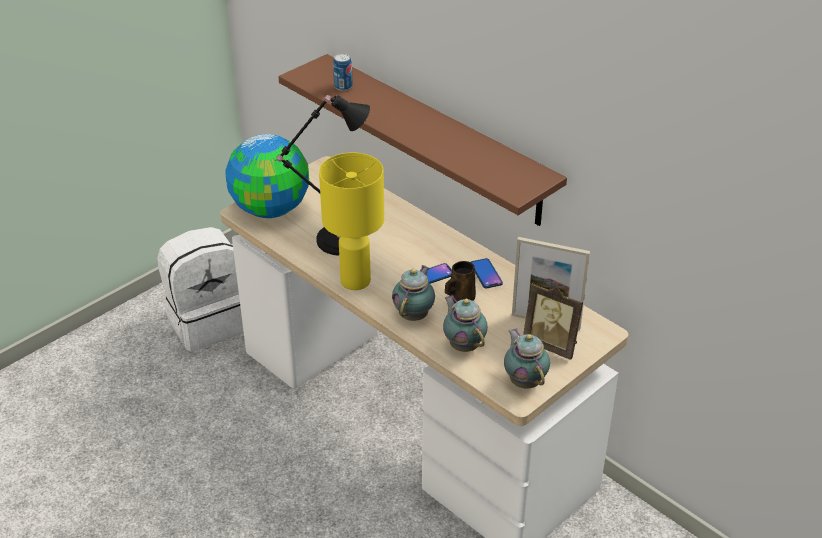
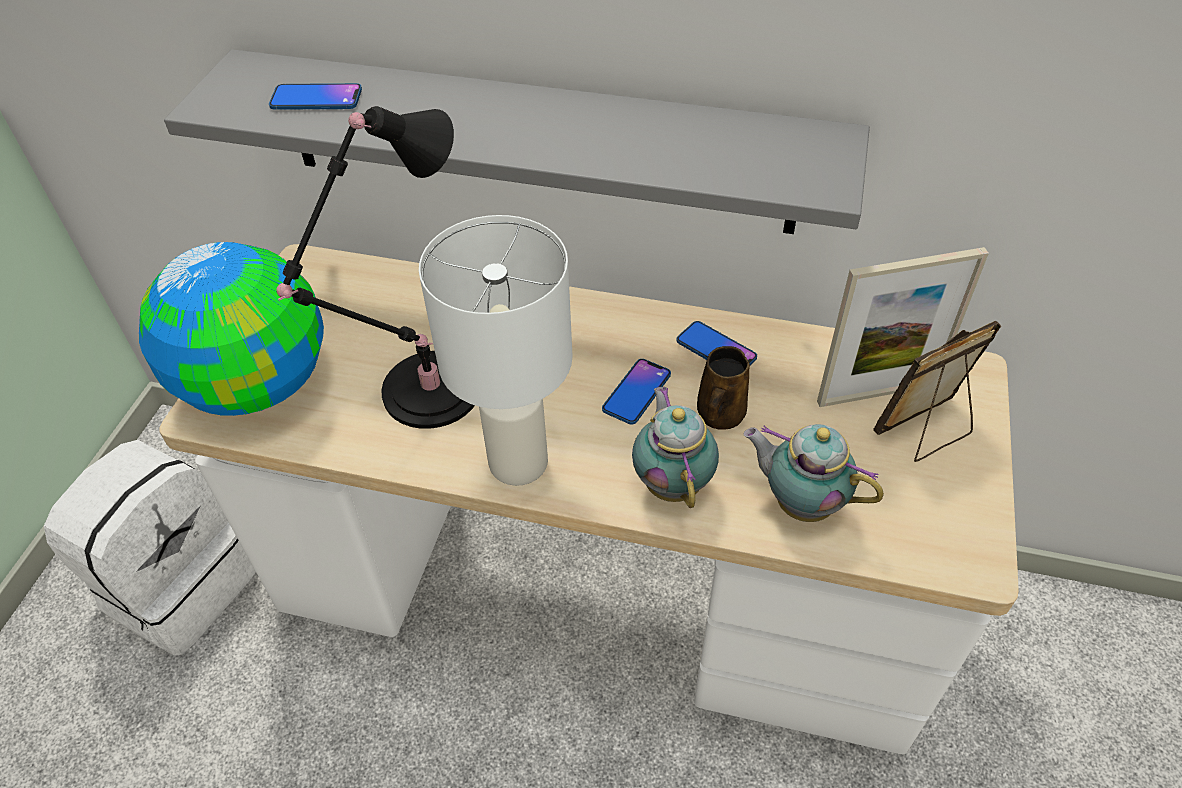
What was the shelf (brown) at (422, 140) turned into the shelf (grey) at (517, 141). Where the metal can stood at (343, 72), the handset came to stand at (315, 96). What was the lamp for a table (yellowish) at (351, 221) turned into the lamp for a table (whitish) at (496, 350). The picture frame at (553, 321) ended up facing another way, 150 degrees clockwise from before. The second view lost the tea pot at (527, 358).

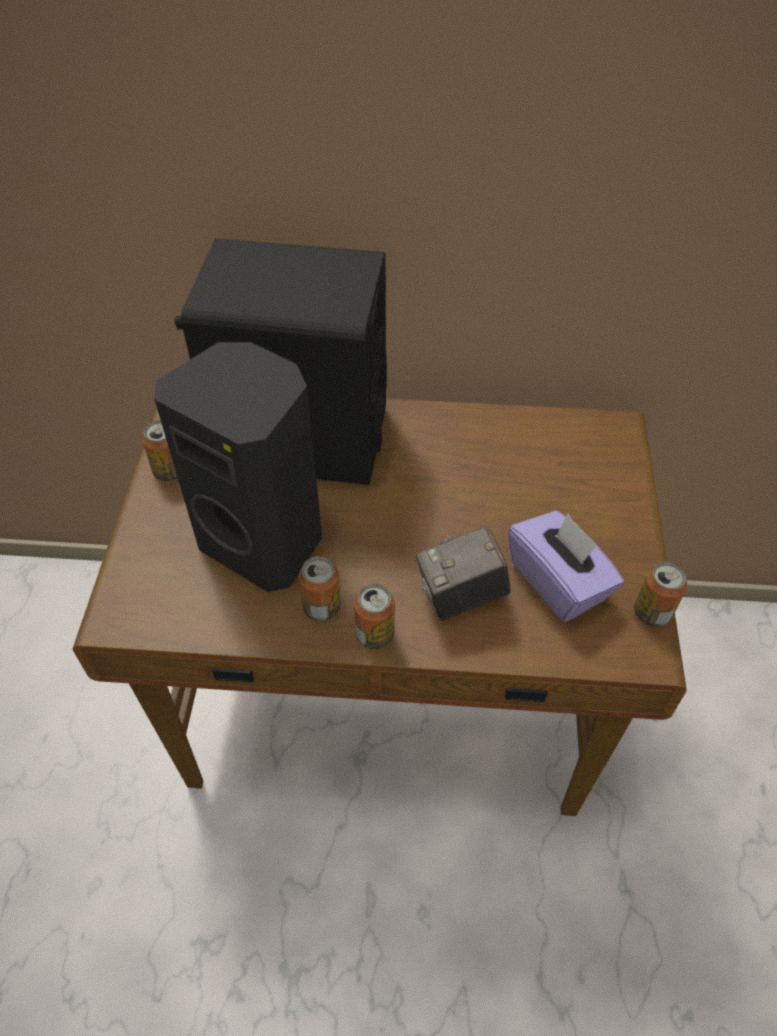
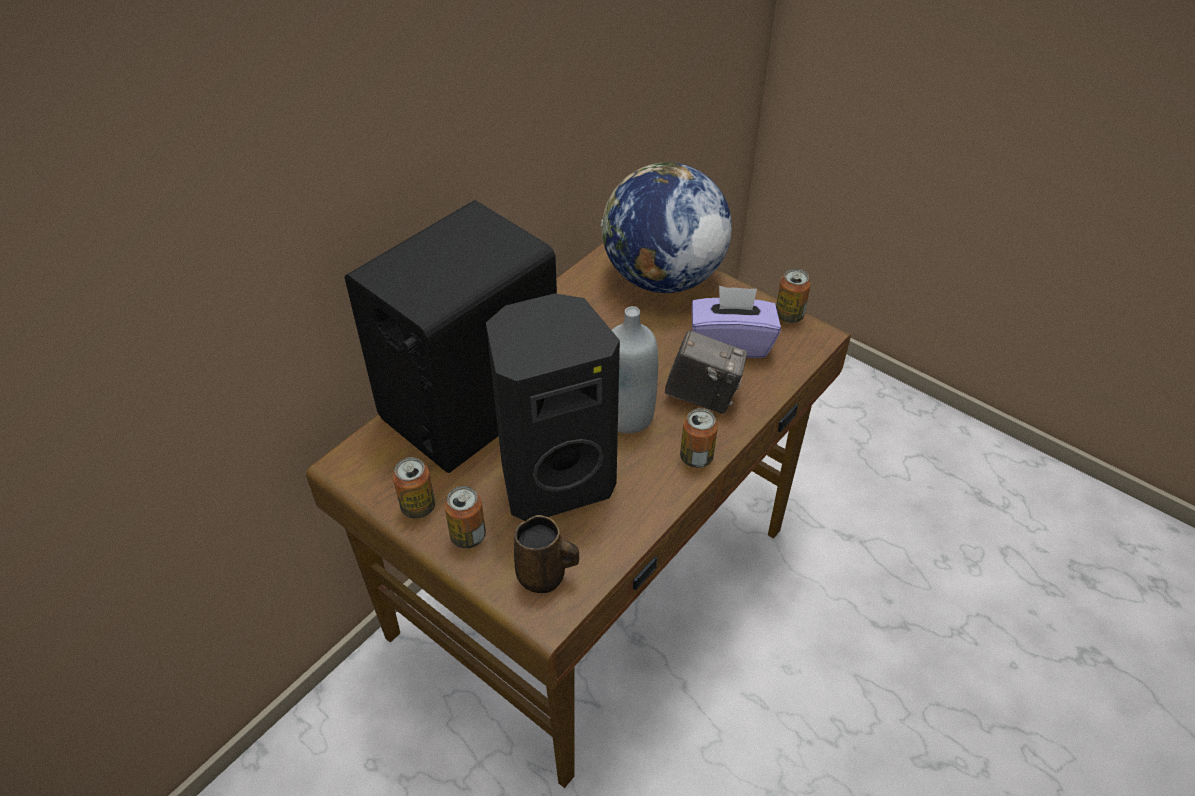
The metal can ended up elsewhere, having gone from (320, 588) to (465, 517). The second view gained the coffee mug (brown) at (546, 554). The second view gained the globe at (666, 227). The second view gained the bottle (grey) at (635, 370). The still camera at (463, 573) ended up facing another way, 90 degrees counterclockwise from before.

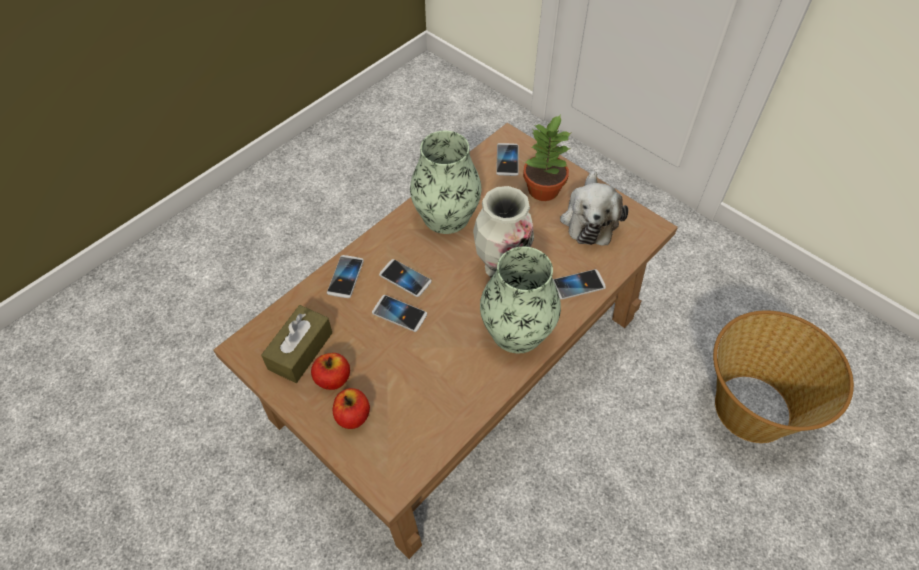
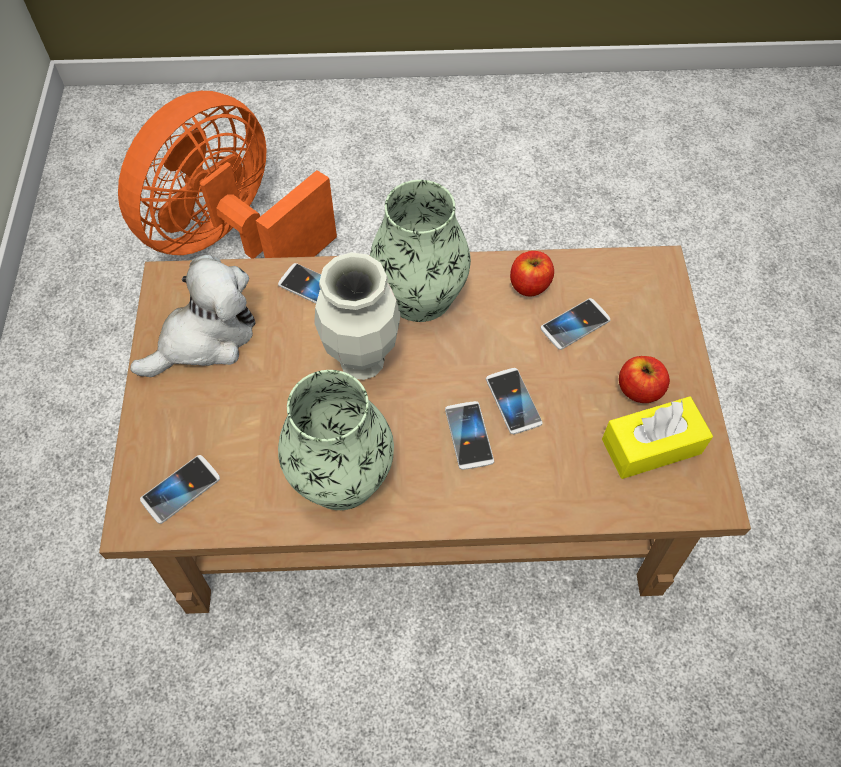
Where the basket stood at (783, 376), the cooling fan (orange-coloured) came to stand at (227, 175). The apple fruit ended up elsewhere, having gone from (351, 408) to (532, 273). The handset ended up elsewhere, having gone from (345, 276) to (575, 324). What was the tissue holder (brown) at (296, 344) turned into the tissue holder (yellowish) at (657, 437). The second view lost the houseplant at (547, 157).

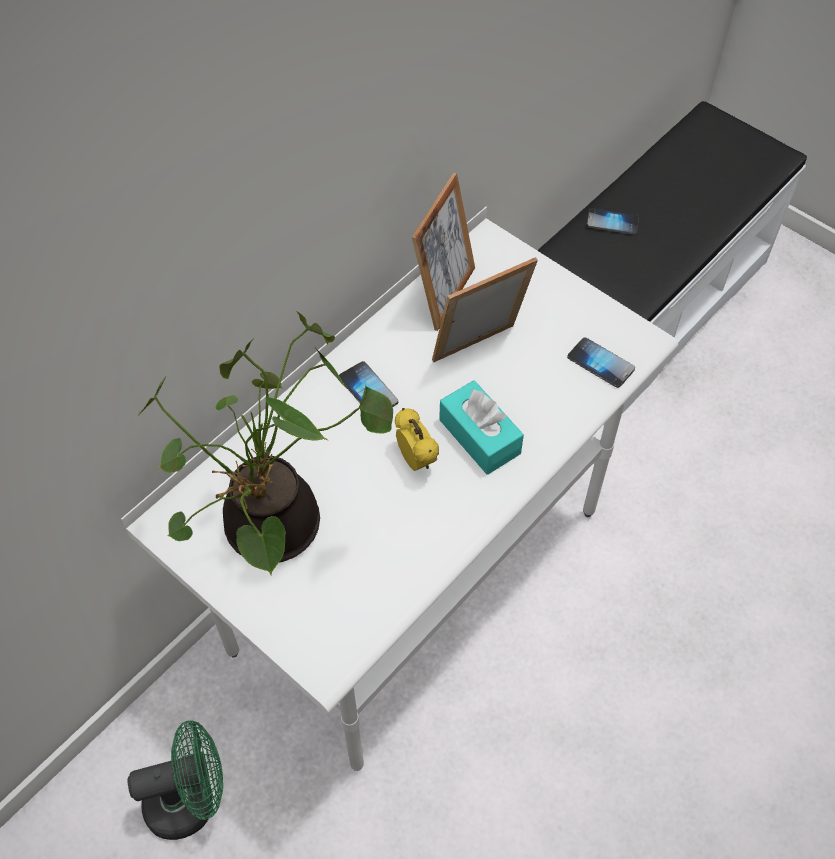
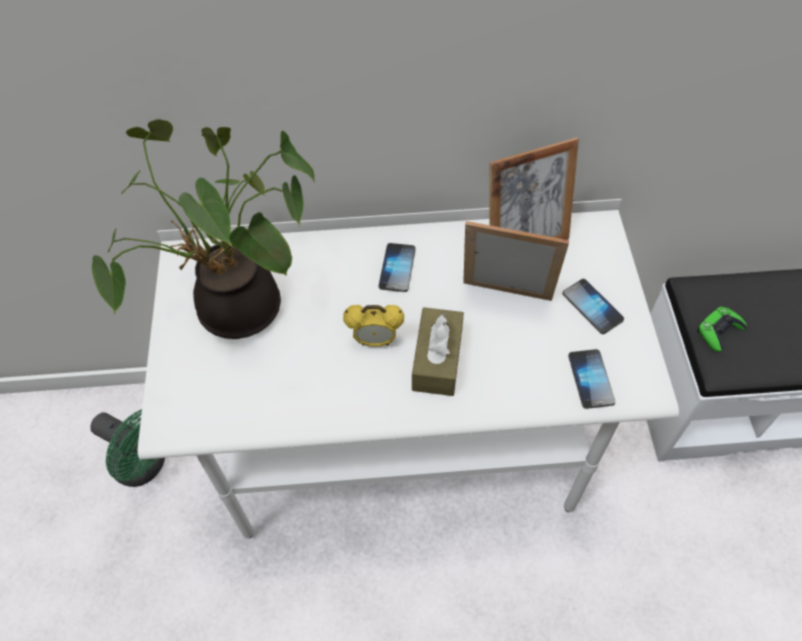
The table clock at (417, 439) ended up facing another way, 75 degrees clockwise from before. What was the tissue holder (blue-green) at (481, 427) turned into the tissue holder (brown) at (438, 351). The handset ended up elsewhere, having gone from (613, 221) to (593, 306). The second view gained the gamepad (green-coloured) at (721, 329).

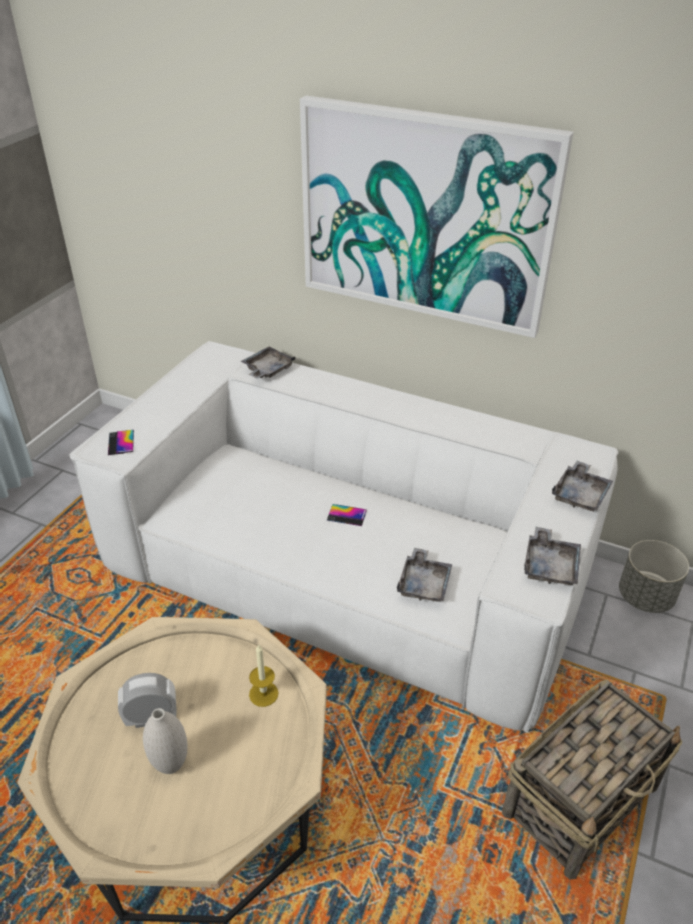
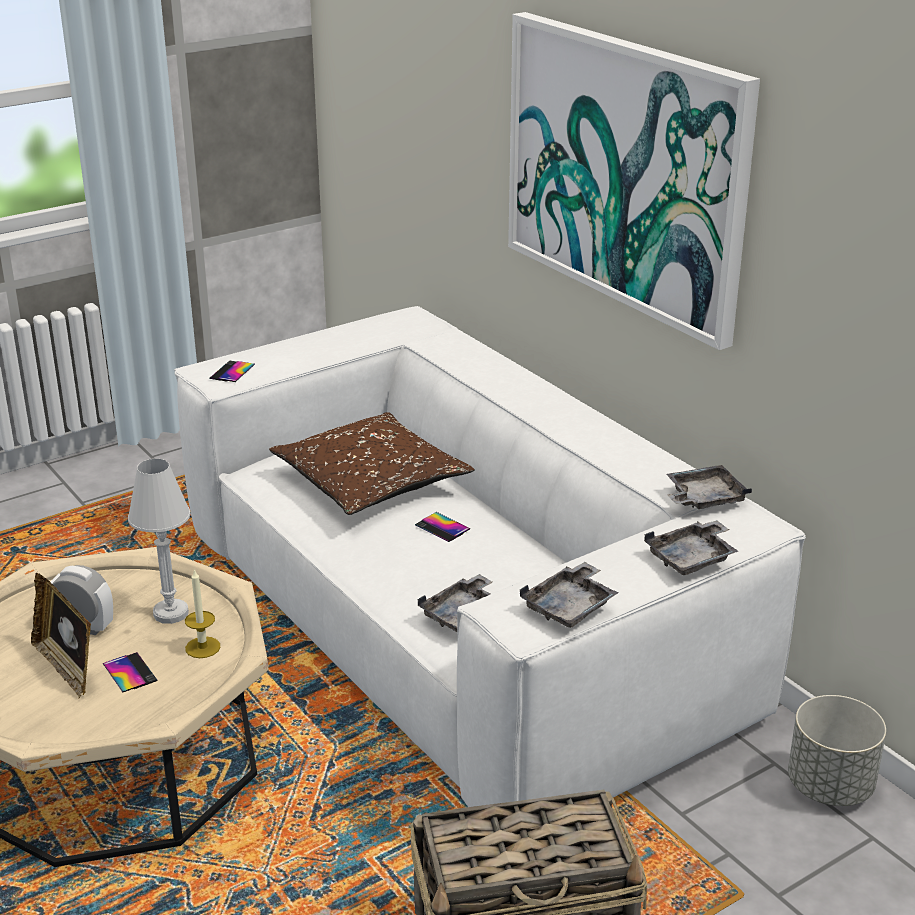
Where the flower vase (whitish) stood at (165, 741), the picture frame came to stand at (61, 635). The second view gained the handset at (130, 672). The second view gained the lamp for a table (whitish) at (159, 541). The second view gained the cushion (brown) at (372, 463). The carrying tray (grey) ended up elsewhere, having gone from (268, 363) to (709, 487).

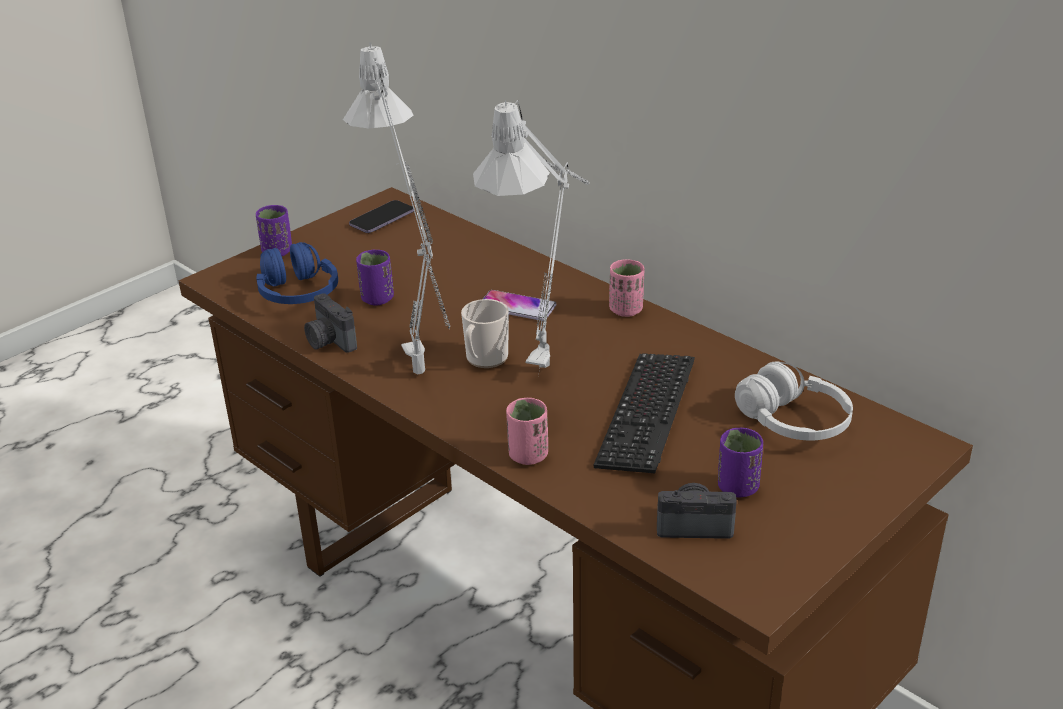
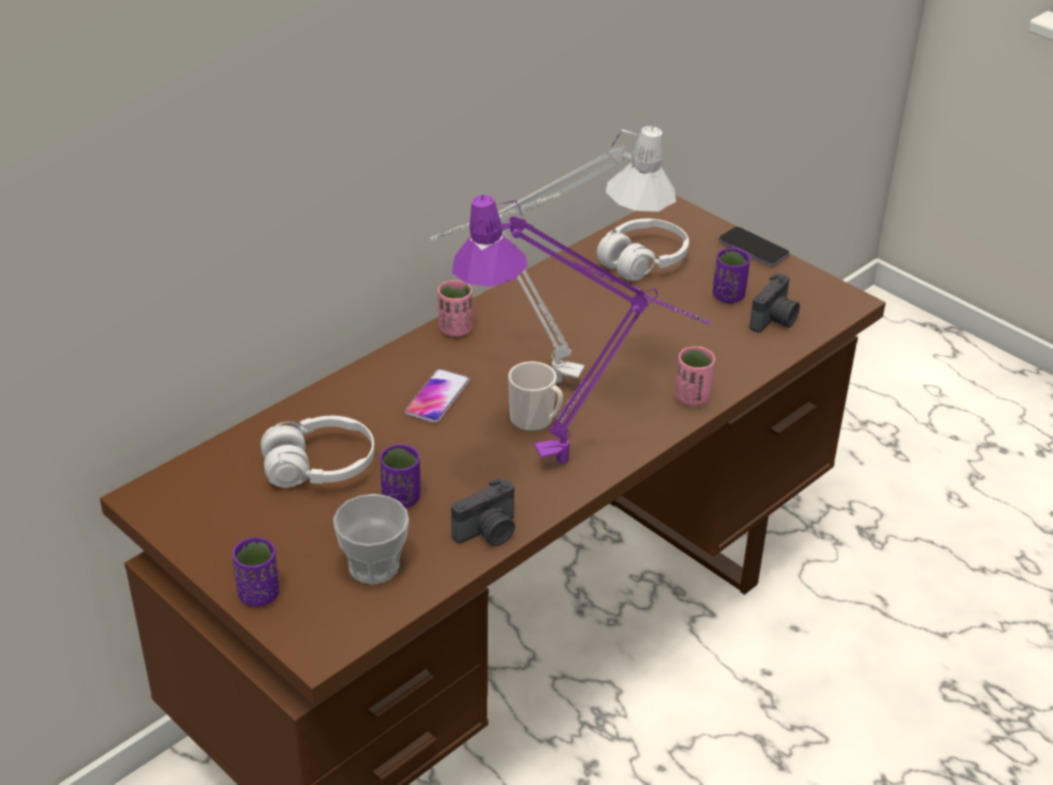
The second view gained the headset (whitish) at (317, 452). Where the headset (bluish) stood at (297, 273), the small cup came to stand at (371, 539). What was the lamp for a table (grey) at (396, 208) turned into the lamp for a table (purple) at (581, 329). The handset ended up elsewhere, having gone from (381, 216) to (754, 246). The still camera at (697, 511) ended up facing another way, 150 degrees counterclockwise from before. The second view lost the computer keyboard at (644, 413).

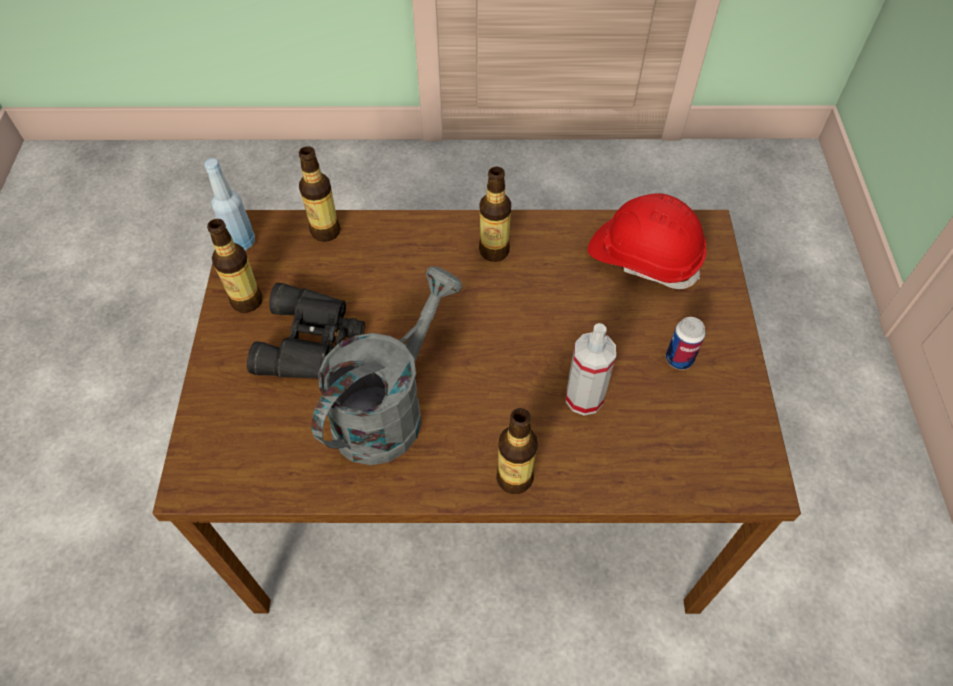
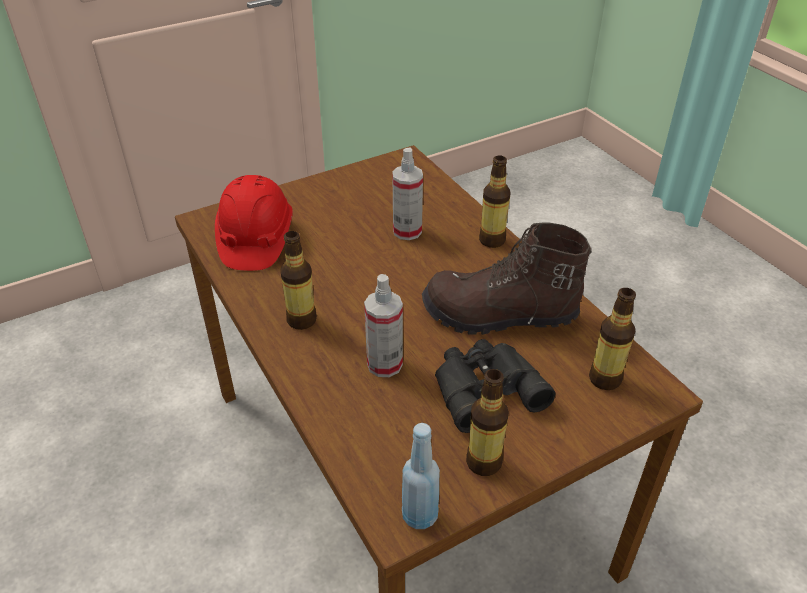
The second view gained the sprayer at (383, 325). Where the watering can (grey) stood at (387, 365), the boot (brown) came to stand at (507, 279). The bottle ended up elsewhere, having gone from (320, 194) to (612, 339). The second view lost the metal can at (686, 343).

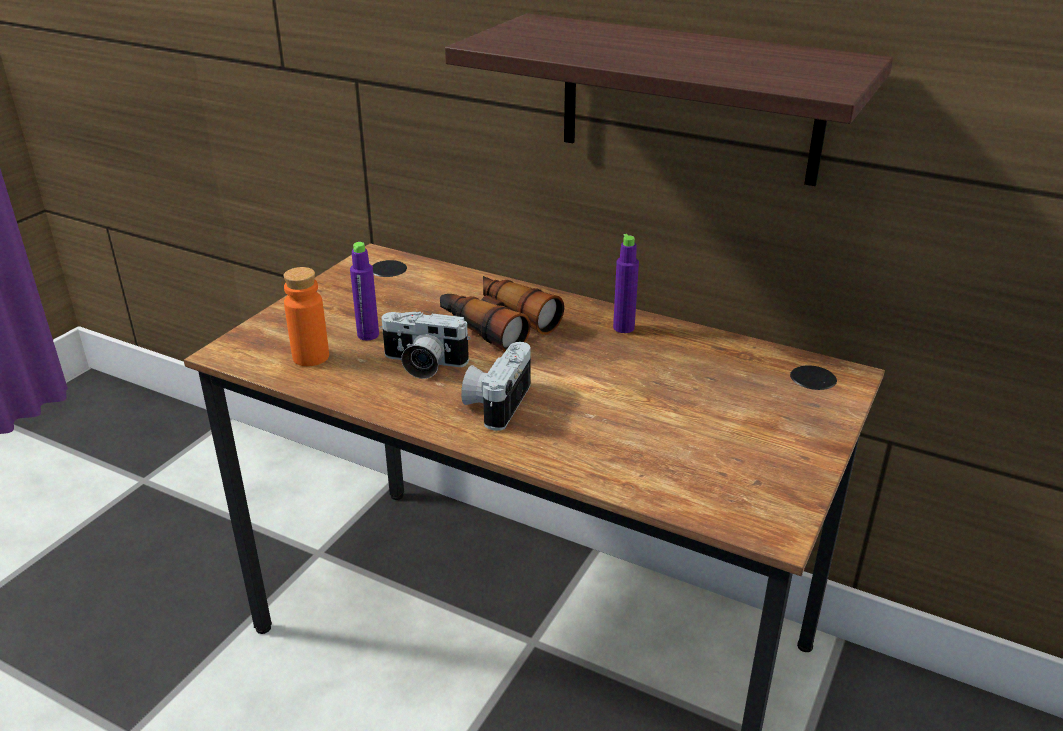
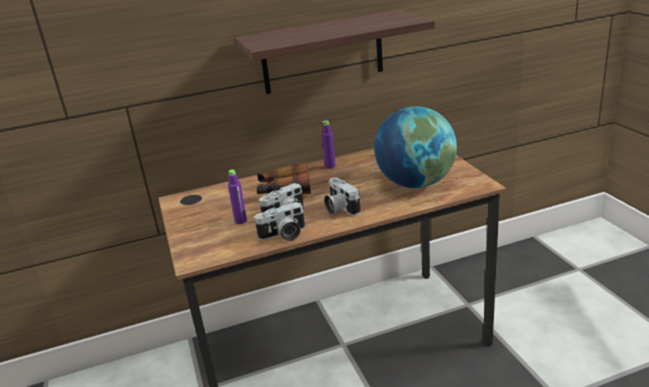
The second view gained the still camera at (279, 222). The second view gained the globe at (415, 147). The second view lost the bottle (orange-coloured) at (306, 316).

